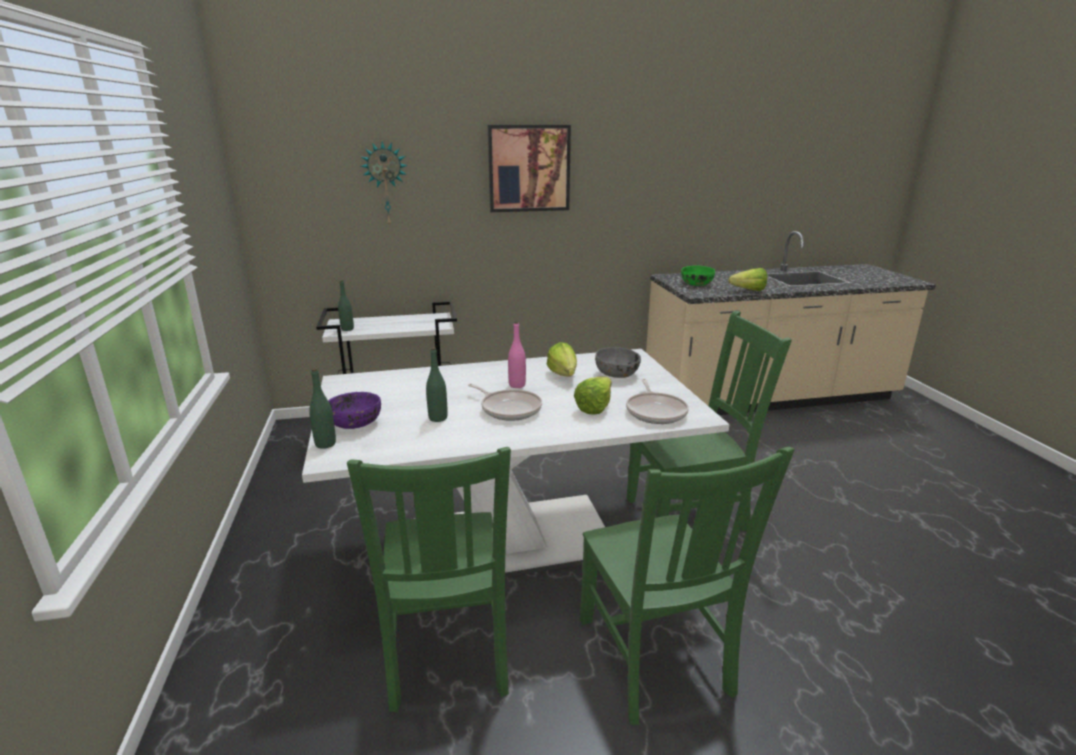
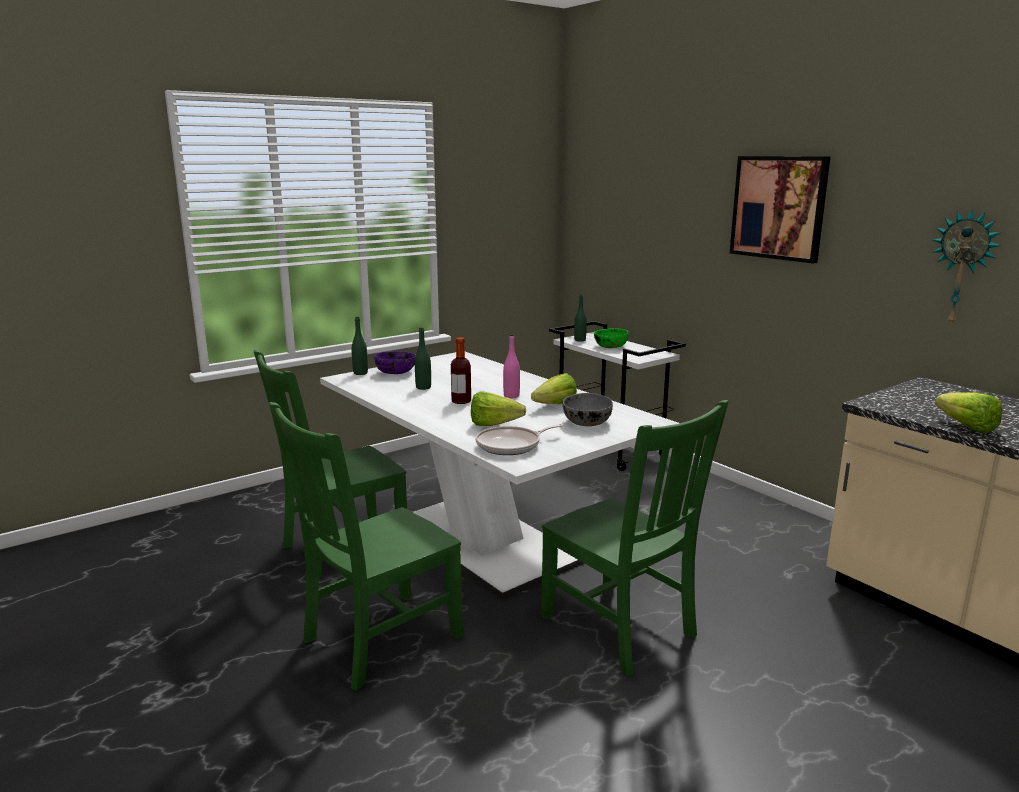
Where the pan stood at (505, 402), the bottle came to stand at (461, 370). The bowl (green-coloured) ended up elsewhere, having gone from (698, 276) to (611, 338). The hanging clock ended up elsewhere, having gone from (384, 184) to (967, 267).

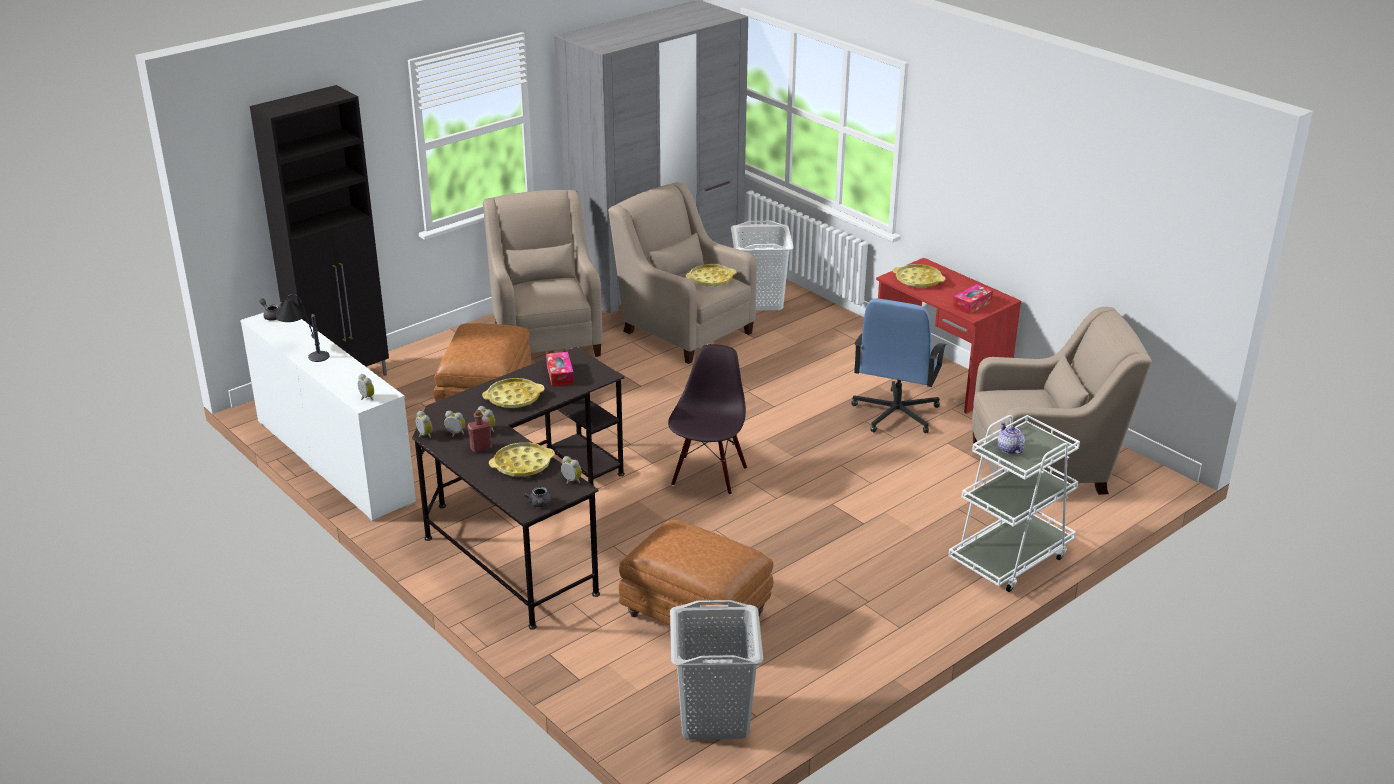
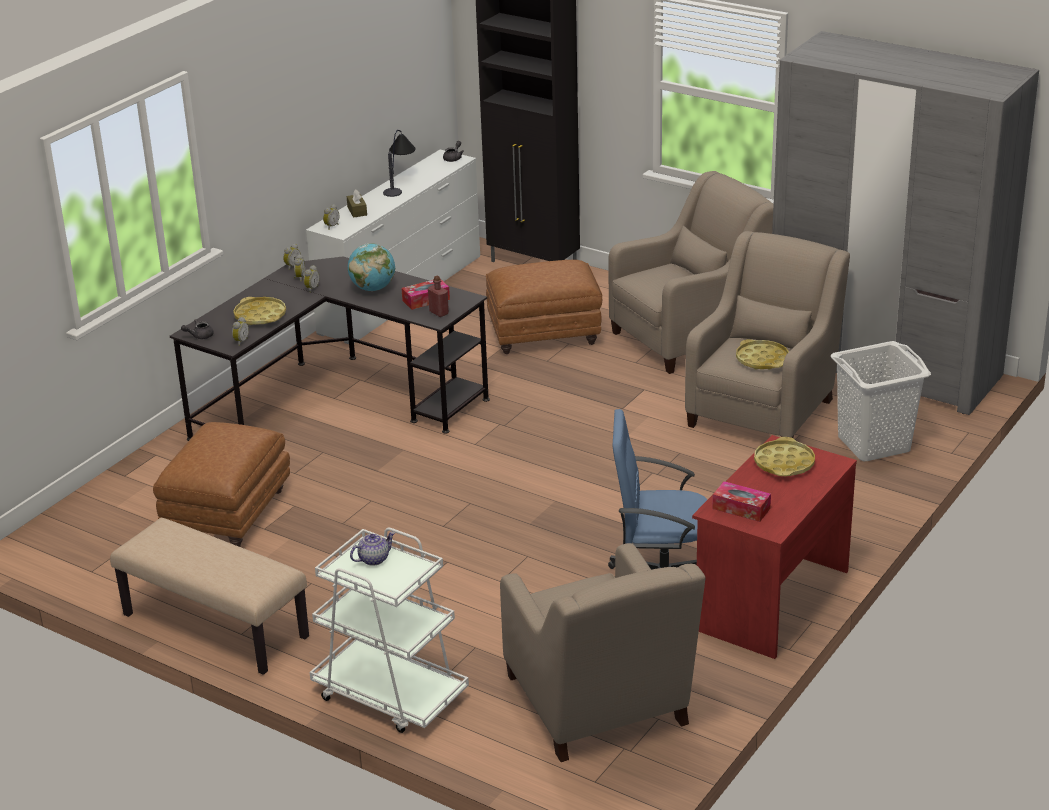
The second view gained the long seat (beige) at (209, 596). The second view gained the tissue holder (brown) at (357, 204). Where the carrying tray (yellowish) stood at (513, 393), the globe came to stand at (371, 267). The bottle (red-coloured) ended up elsewhere, having gone from (479, 431) to (438, 296). The second view lost the chair (blackish) at (707, 419). The second view lost the washing basket (grey) at (716, 670).

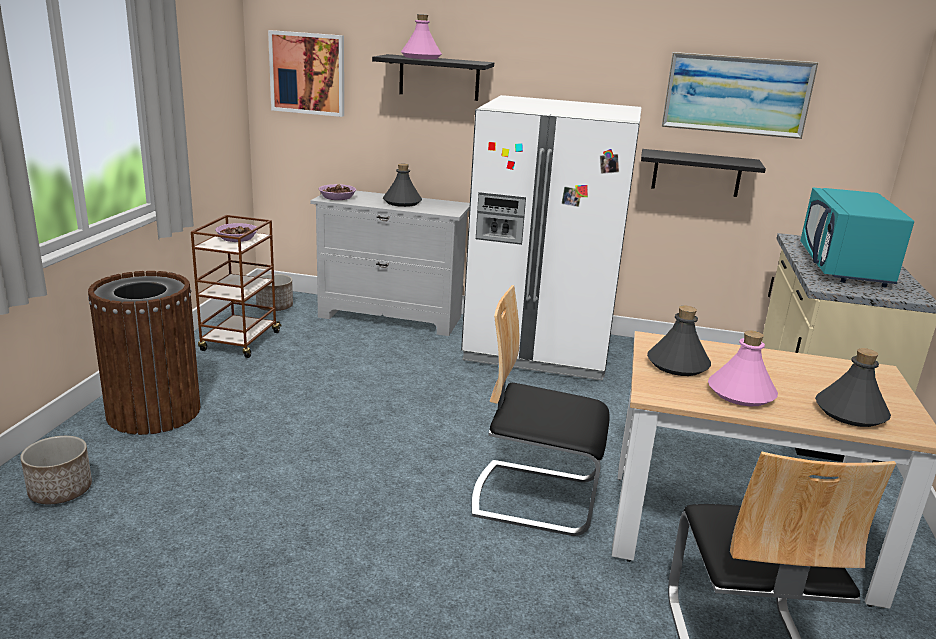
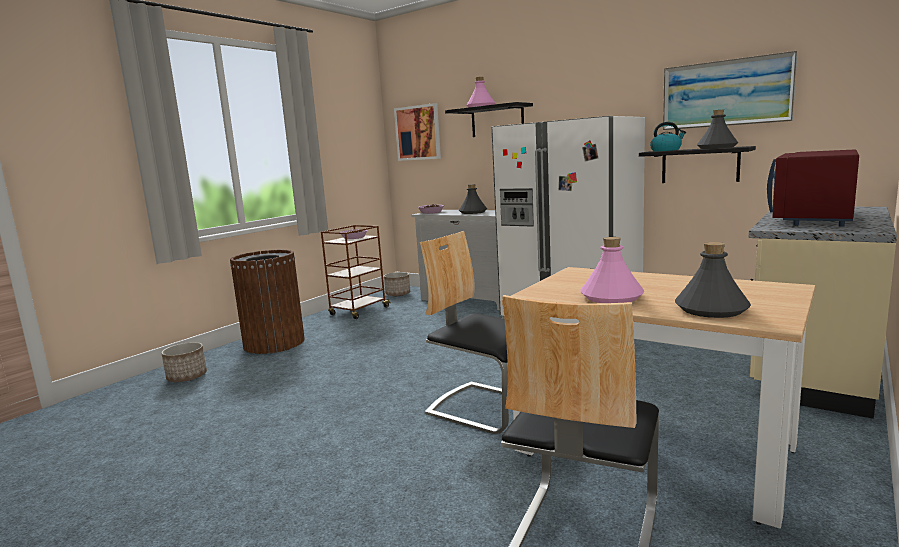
The second view gained the kettle at (668, 136). The bottle (grey) ended up elsewhere, having gone from (679, 341) to (717, 129). What was the microwave (blue-green) at (857, 237) turned into the microwave (red-coloured) at (813, 188).

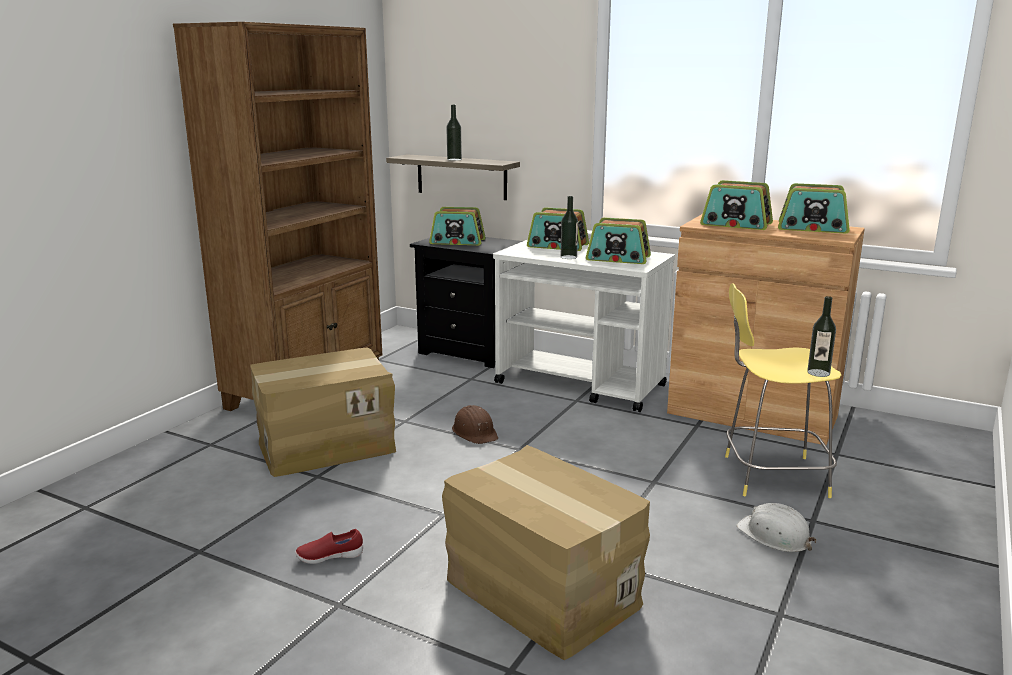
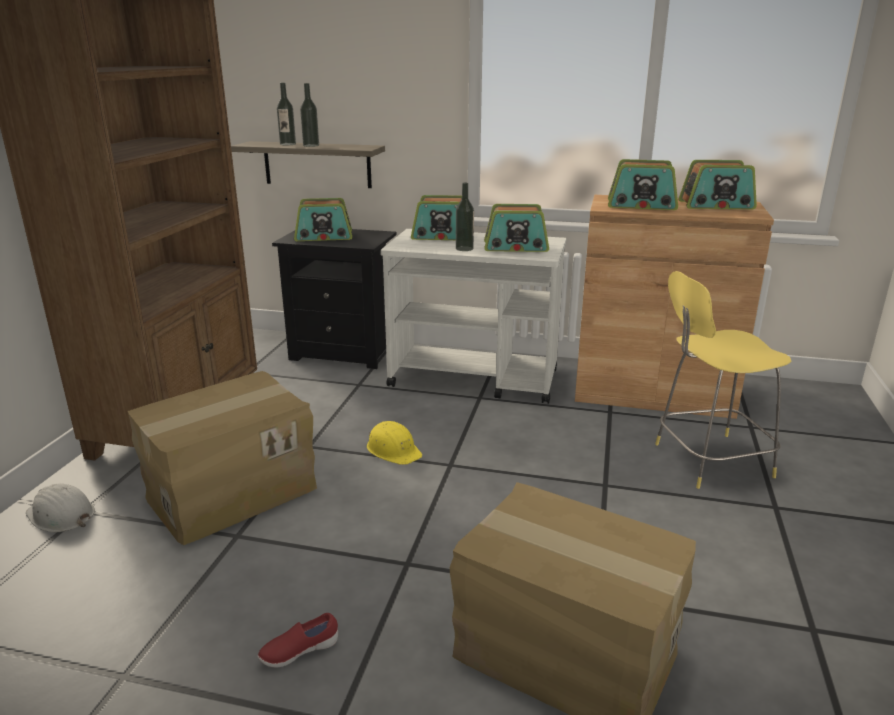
The work helmet (whitish) ended up elsewhere, having gone from (776, 527) to (60, 508). The bottle ended up elsewhere, having gone from (821, 336) to (286, 114). What was the work helmet (brown) at (475, 424) turned into the work helmet (yellowish) at (395, 443).

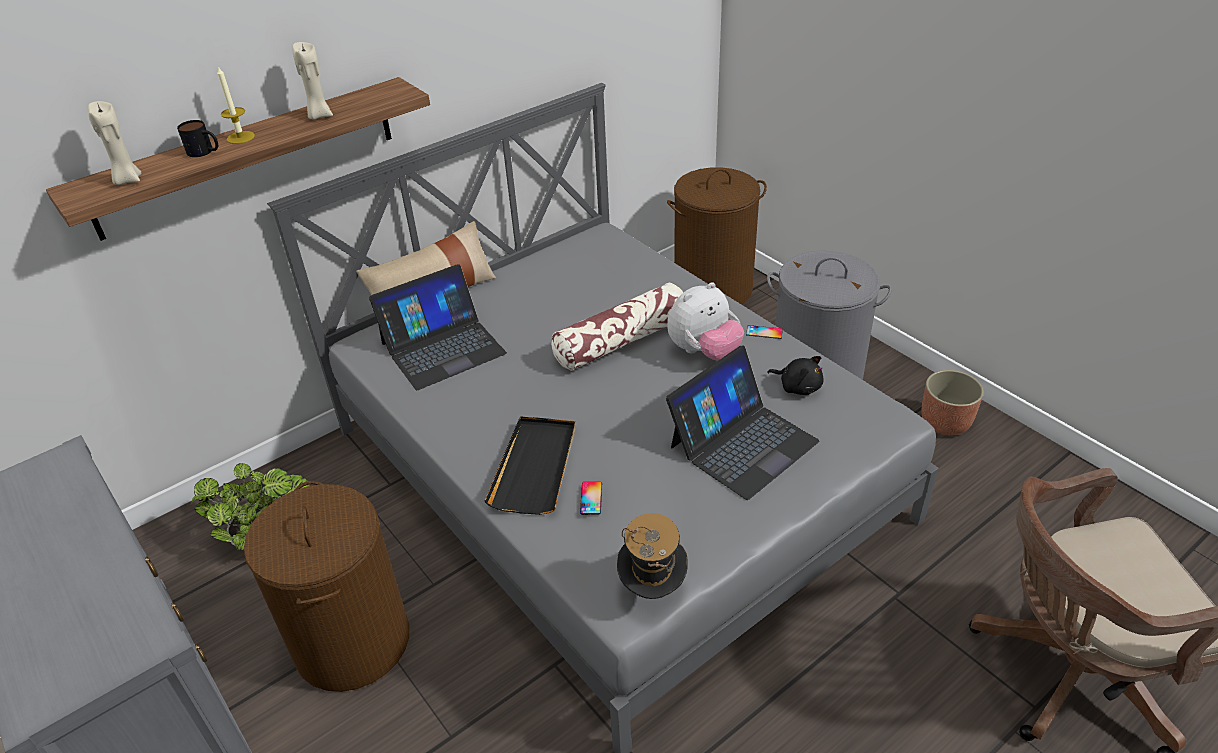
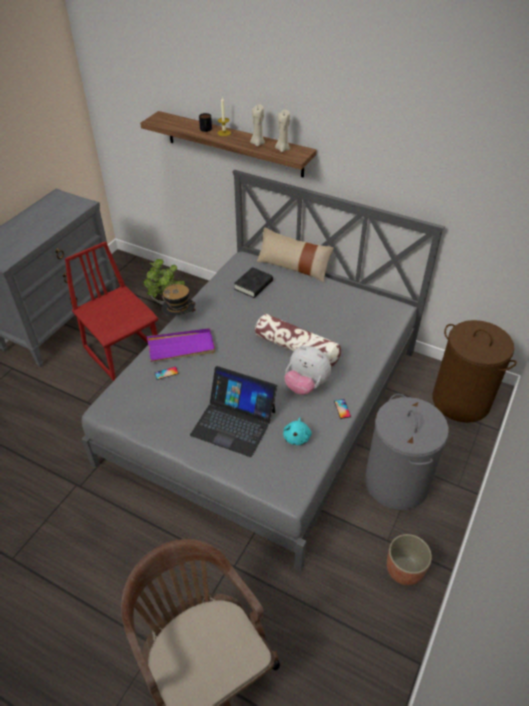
Where the washing basket (brown) stood at (326, 586), the chair (red-coloured) came to stand at (111, 311). What was the carrying tray (blackish) at (530, 465) turned into the carrying tray (purple) at (181, 345). The clothing hat ended up elsewhere, having gone from (652, 556) to (178, 299). Where the laptop stood at (438, 327), the book (blackish) came to stand at (253, 282). The candle (beige) ended up elsewhere, having gone from (114, 143) to (282, 130). What was the plush toy (blackish) at (795, 375) turned into the plush toy (blue-green) at (297, 431).

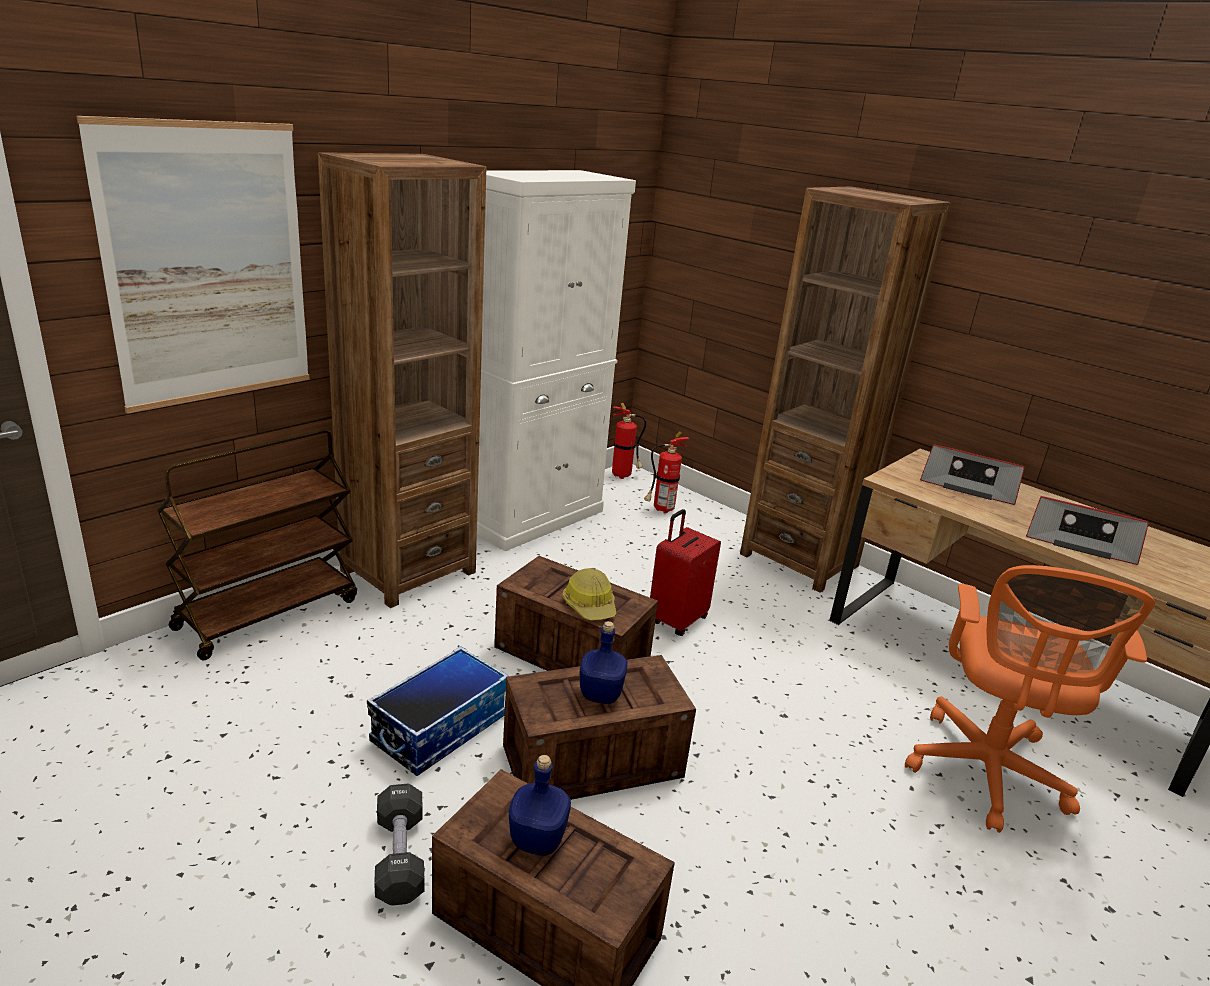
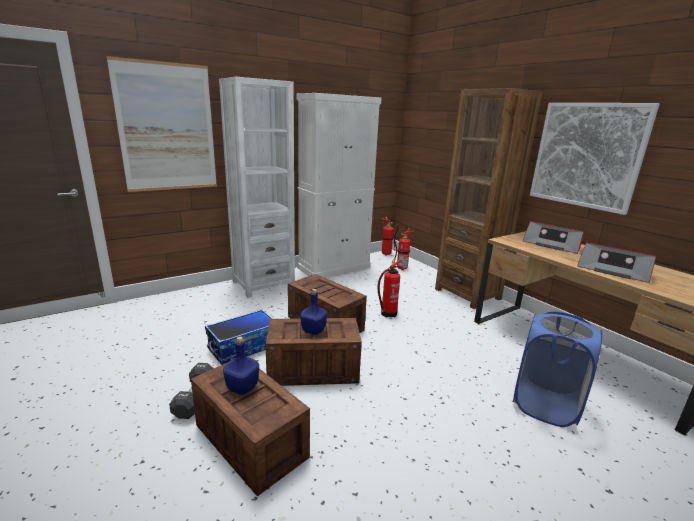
What was the shelving unit (brown) at (402, 380) turned into the shelving unit (whitish) at (257, 187). Where the travel case (red-coloured) stood at (685, 572), the extinguisher came to stand at (390, 288). Where the desk chair (orange-coloured) stood at (1030, 699), the washing basket (bluish) came to stand at (557, 369). The second view gained the picture at (595, 159). The second view lost the cart (brown) at (257, 544). The second view lost the work helmet at (589, 594).

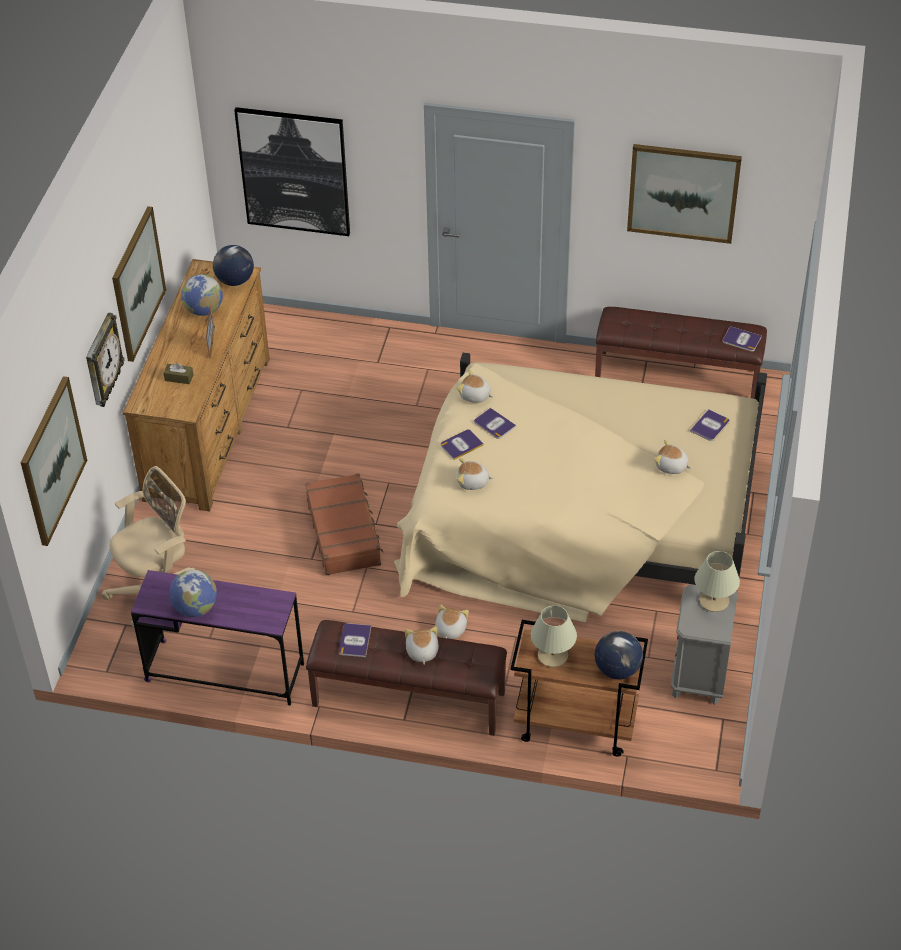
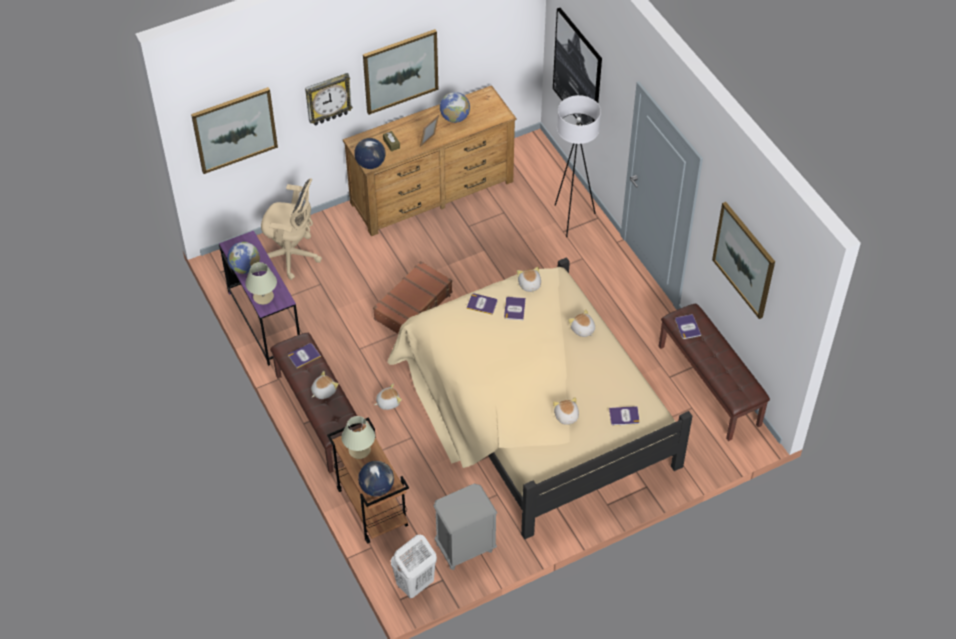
The lamp for a table (beige) ended up elsewhere, having gone from (717, 581) to (261, 283). The globe ended up elsewhere, having gone from (233, 265) to (369, 153). The second view gained the washing basket (whitish) at (414, 566). The second view gained the standard lamp (whitish) at (578, 166). The plush toy ended up elsewhere, having gone from (475, 474) to (581, 323). The book ended up elsewhere, having gone from (742, 339) to (688, 326).

